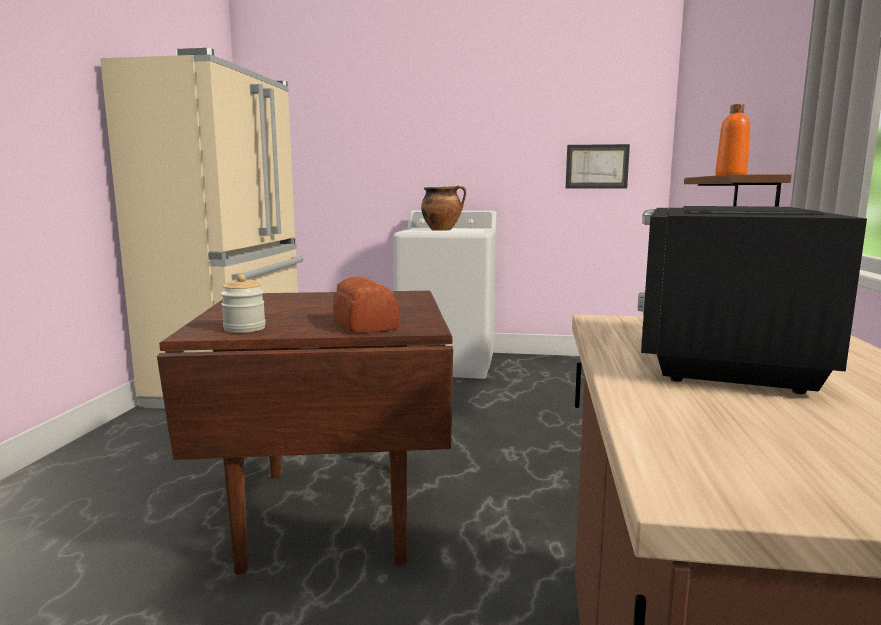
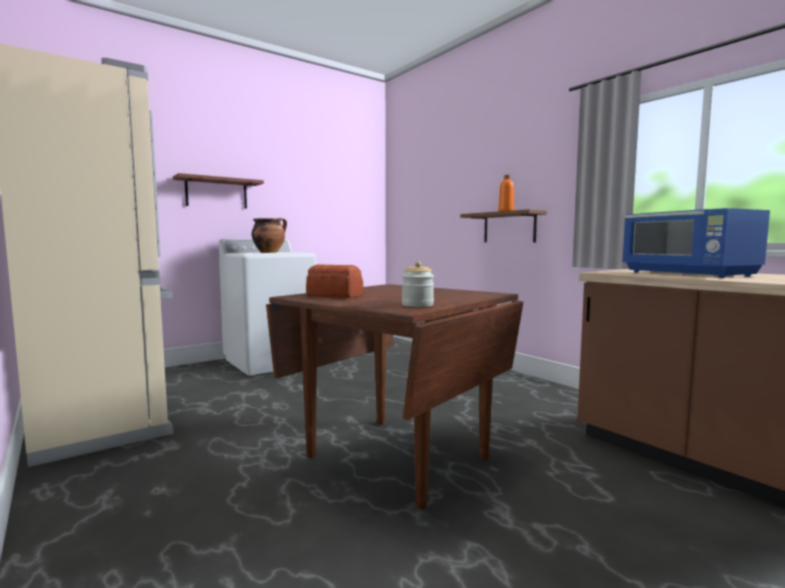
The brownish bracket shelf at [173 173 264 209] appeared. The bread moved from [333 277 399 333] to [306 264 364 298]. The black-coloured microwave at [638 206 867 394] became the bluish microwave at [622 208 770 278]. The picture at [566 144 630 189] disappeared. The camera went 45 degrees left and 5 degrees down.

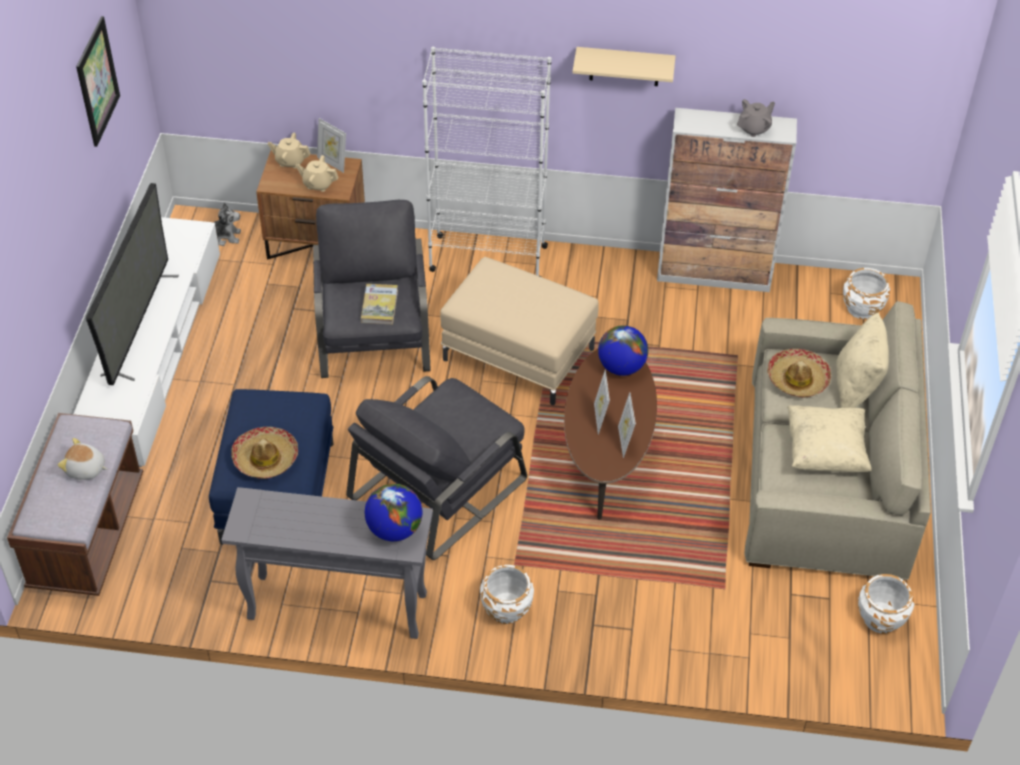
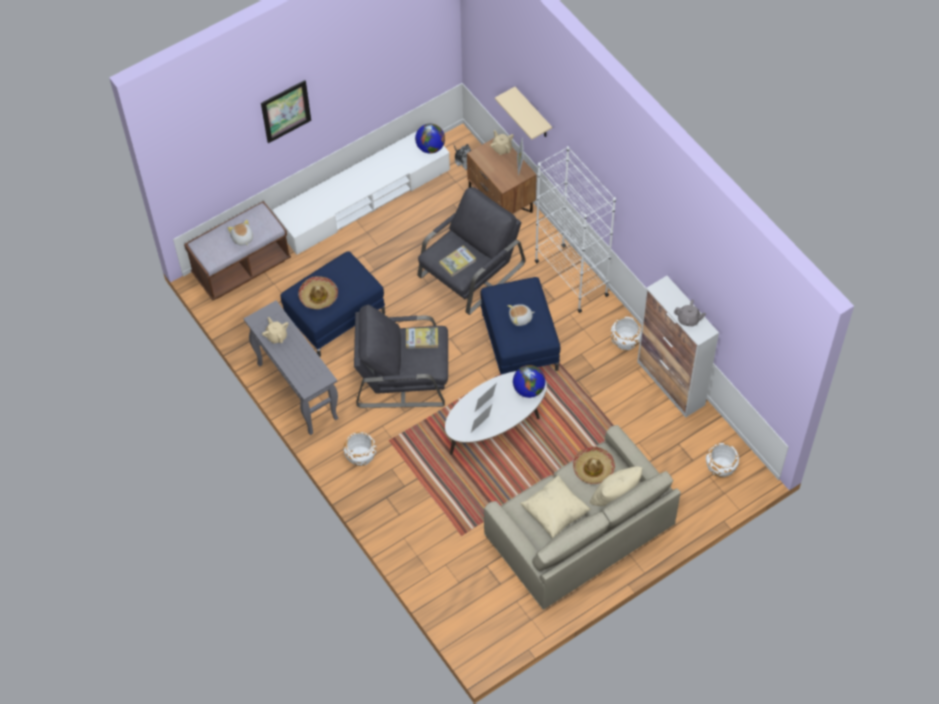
The picture moved from [76 16 120 147] to [261 80 311 143]. The beige tea pot moved from [295 155 338 192] to [262 317 289 344]. The book at [406 328 438 349] appeared. The desk globe moved from [365 484 422 541] to [415 124 445 154]. The brownish coffee table at [564 349 657 520] became the white coffee table at [445 371 547 455]. The beige footrest at [440 257 598 405] became the bluish footrest at [481 277 560 375]. The beige bracket shelf moved from [572 47 676 86] to [495 87 552 140]. The soft toy at [507 304 535 326] appeared. The white flower pot moved from [858 574 915 633] to [611 317 641 351]. The TV at [86 183 179 385] disappeared. The camera went 50 degrees right and 10 degrees up.

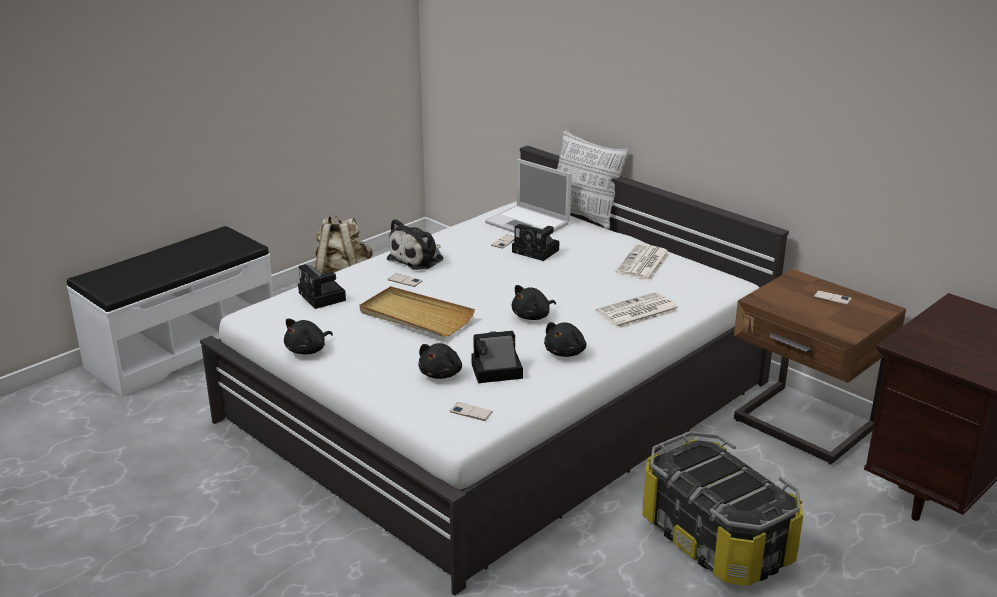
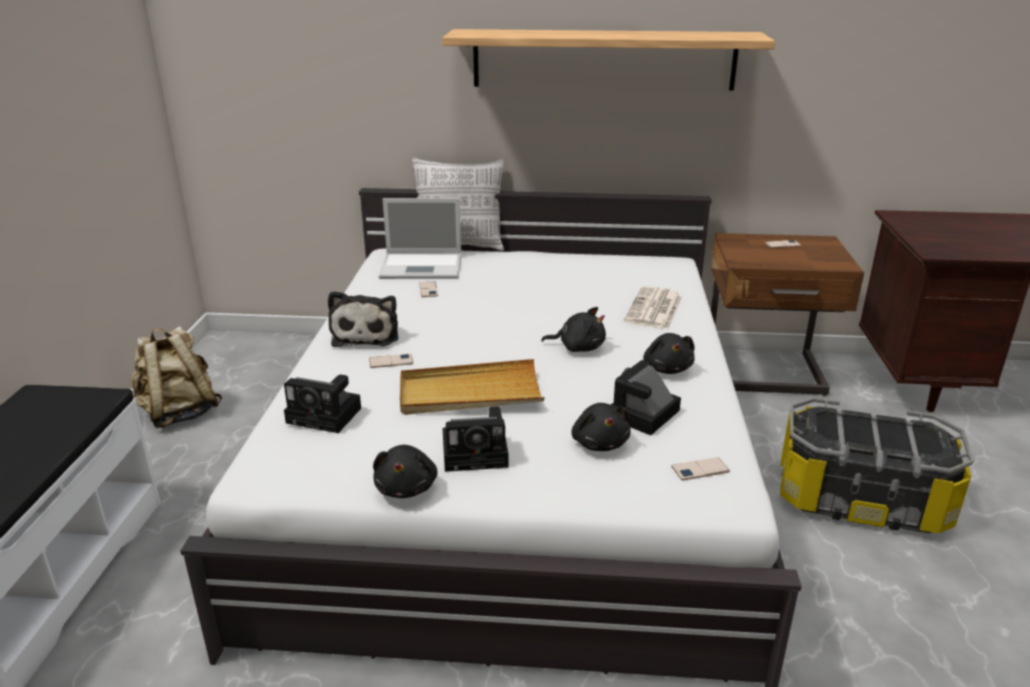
The bracket shelf at [442 29 775 91] appeared. The photo camera moved from [512 224 559 261] to [443 406 509 472]. The black-coloured soft toy at [512 285 556 320] turned 90 degrees counterclockwise. The newspaper at [615 244 671 281] disappeared. The camera went 40 degrees left and 0 degrees up.

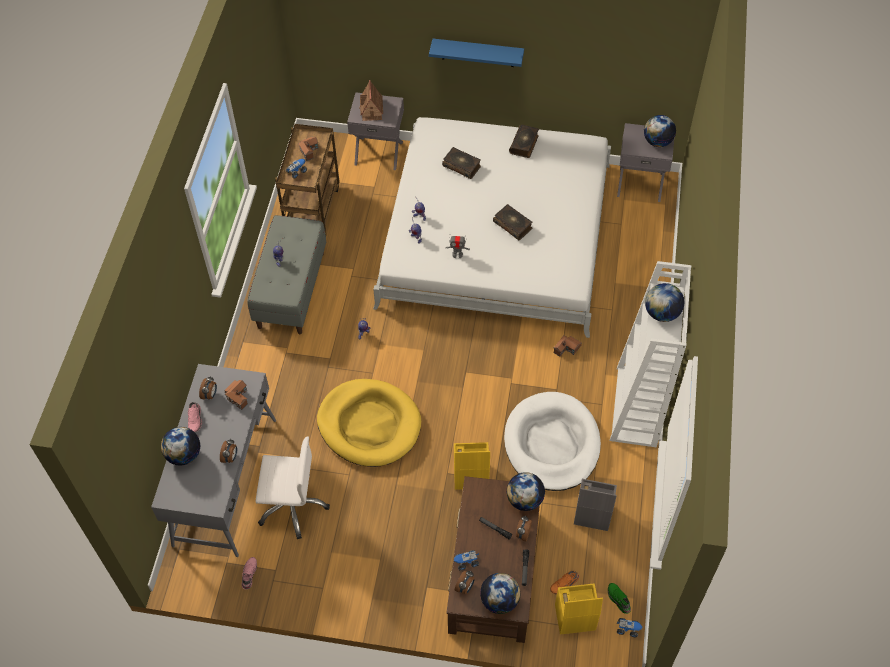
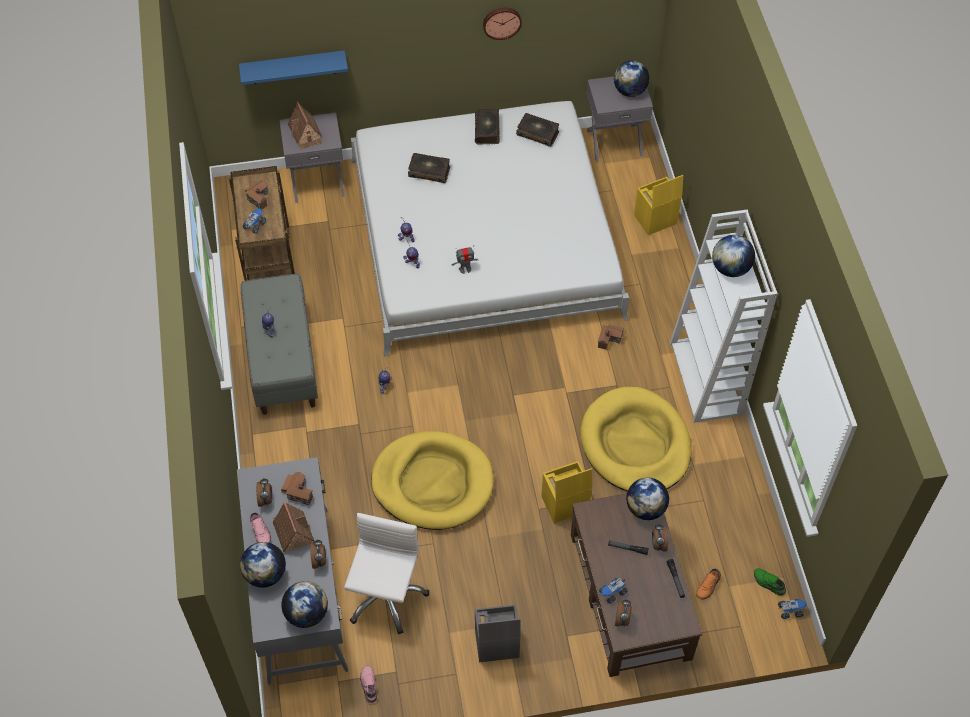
The bluish bracket shelf moved from [429 39 524 67] to [239 50 348 85]. The miniature house at [273 501 314 552] appeared. The desk globe moved from [480 573 521 614] to [281 581 328 628]. The white office chair at [255 436 330 539] turned 60 degrees counterclockwise. The greyish storage bin moved from [574 479 617 531] to [475 605 521 663]. The clock on the wall at [483 8 522 40] appeared. The book moved from [493 204 532 240] to [516 113 559 147]. The white dog cushion at [504 392 601 491] became the yellow-coloured dog cushion at [580 387 691 491]. The yellow-coloured storage bin moved from [555 583 603 635] to [634 175 683 235]. The camera went 20 degrees left and 0 degrees up.

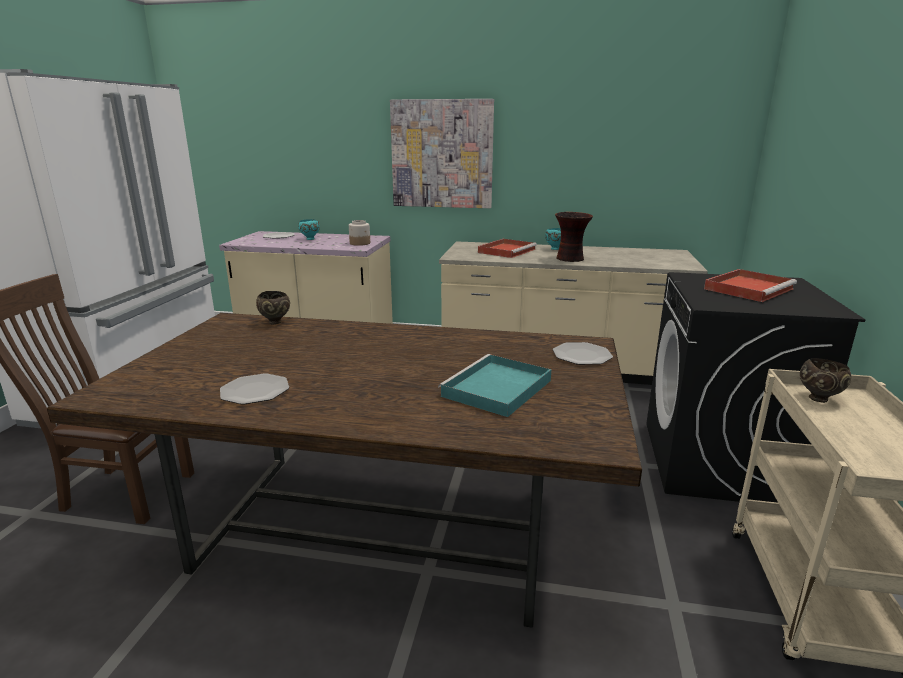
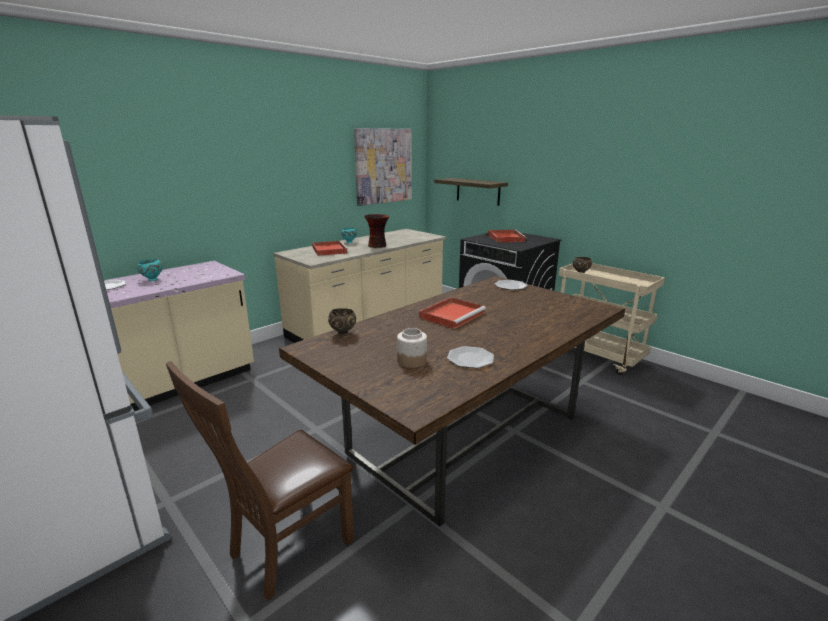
The picture moved from [390 99 494 208] to [354 128 412 206]. The jar moved from [349 220 370 246] to [397 328 427 368]. The red tray at [419 297 486 329] appeared. The bracket shelf at [434 178 508 205] appeared. The turquoise tray at [438 354 551 417] disappeared. The camera went 55 degrees left and 0 degrees up.

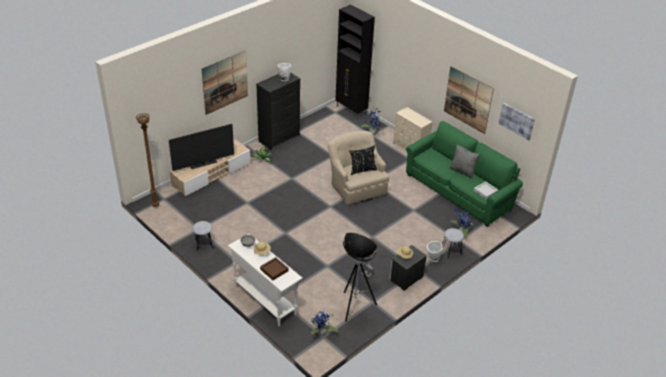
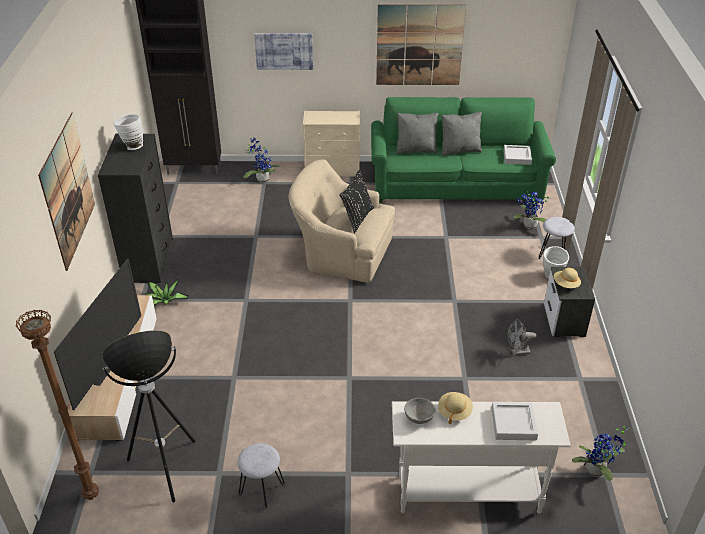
The floor lamp moved from [343 232 377 322] to [102 330 195 502]. The picture moved from [499 103 535 140] to [254 33 313 70]. The greyish pillow at [396 113 438 154] appeared. The brownish tray at [260 257 288 280] became the greyish tray at [491 402 538 440]. The camera went 45 degrees left and 0 degrees up.

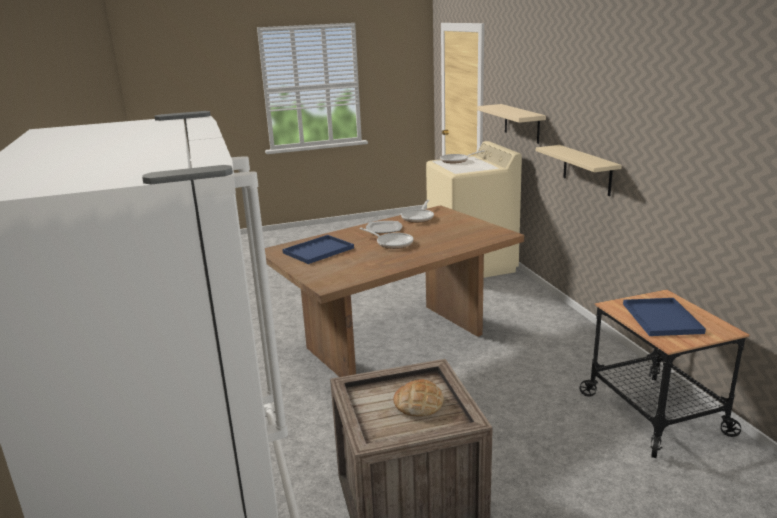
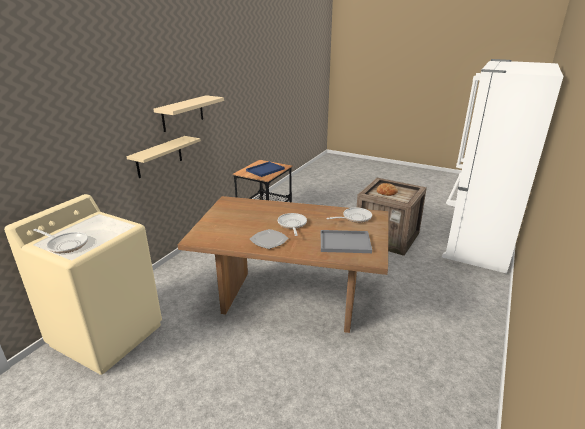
The beige bracket shelf moved from [477 104 546 144] to [153 95 224 132]. The bluish tray at [282 235 354 264] became the greyish tray at [321 230 372 253]. The skillet moved from [401 200 434 223] to [326 208 372 223]. The camera went 135 degrees left and 5 degrees up.

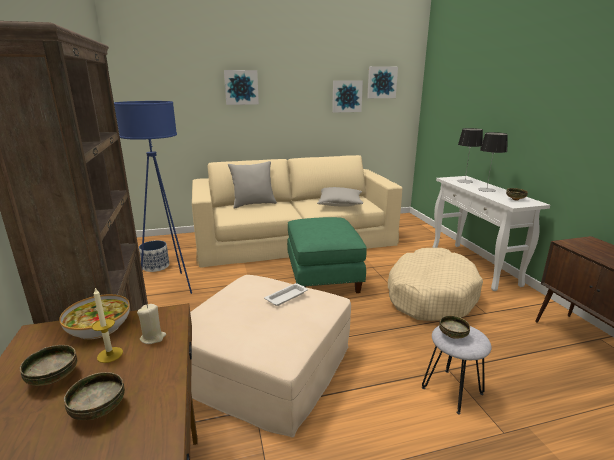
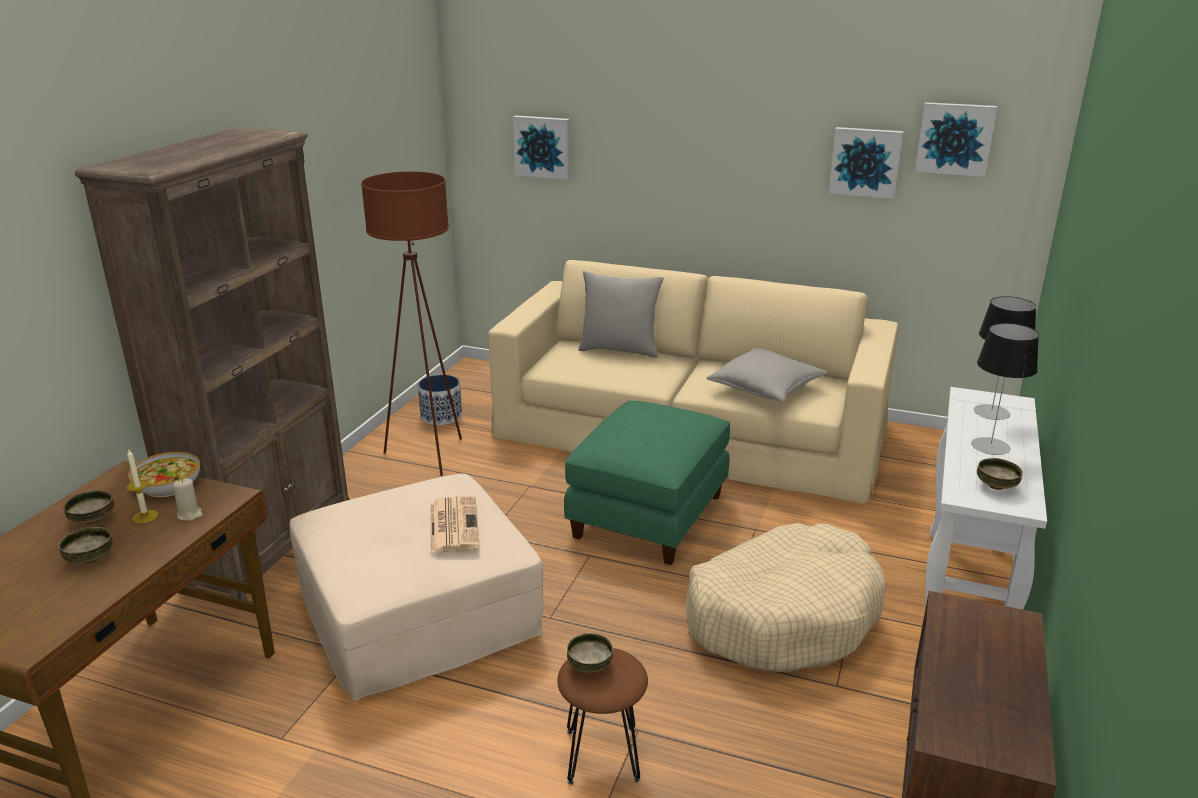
The bluish floor lamp at [114 101 192 294] became the brownish floor lamp at [361 172 462 476]. The white tray at [264 283 308 306] was replaced by the newspaper at [430 496 480 553]. The picture moved from [224 70 259 105] to [513 116 571 180]. The greyish stool at [422 326 492 414] became the brownish stool at [557 648 648 785]. The camera went 35 degrees right and 5 degrees up.

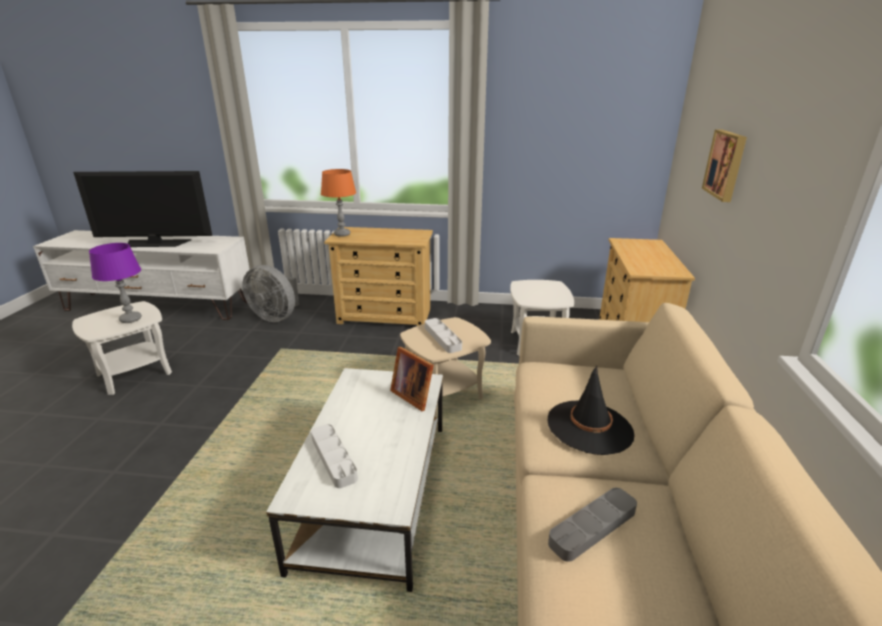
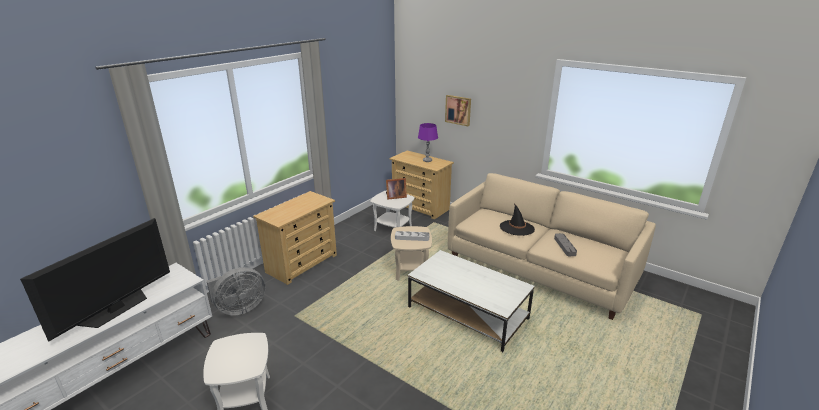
The picture frame moved from [390 347 434 411] to [386 178 407 200]. The purple-coloured table lamp moved from [89 243 142 323] to [418 123 438 162]. The greyish tray at [311 424 358 488] disappeared. The orangey table lamp at [321 169 356 237] disappeared. The camera went 60 degrees left and 0 degrees up.

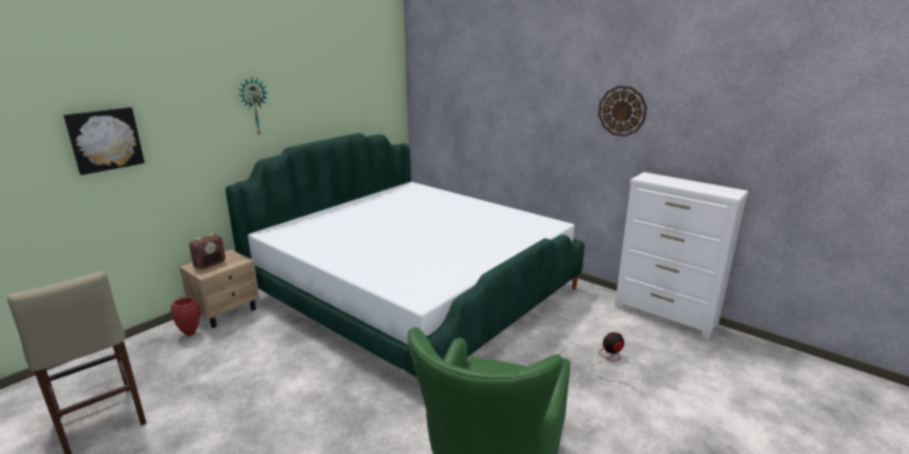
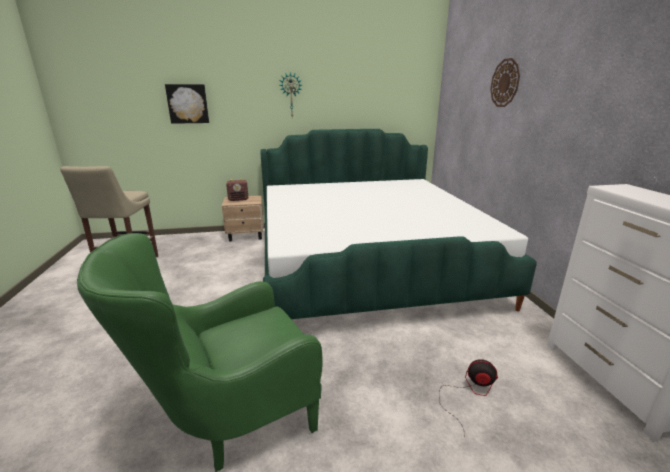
The clock on the wall moved from [598 86 647 137] to [490 58 520 107]. The red flower vase at [171 296 200 336] disappeared. The camera went 40 degrees right and 0 degrees up.

